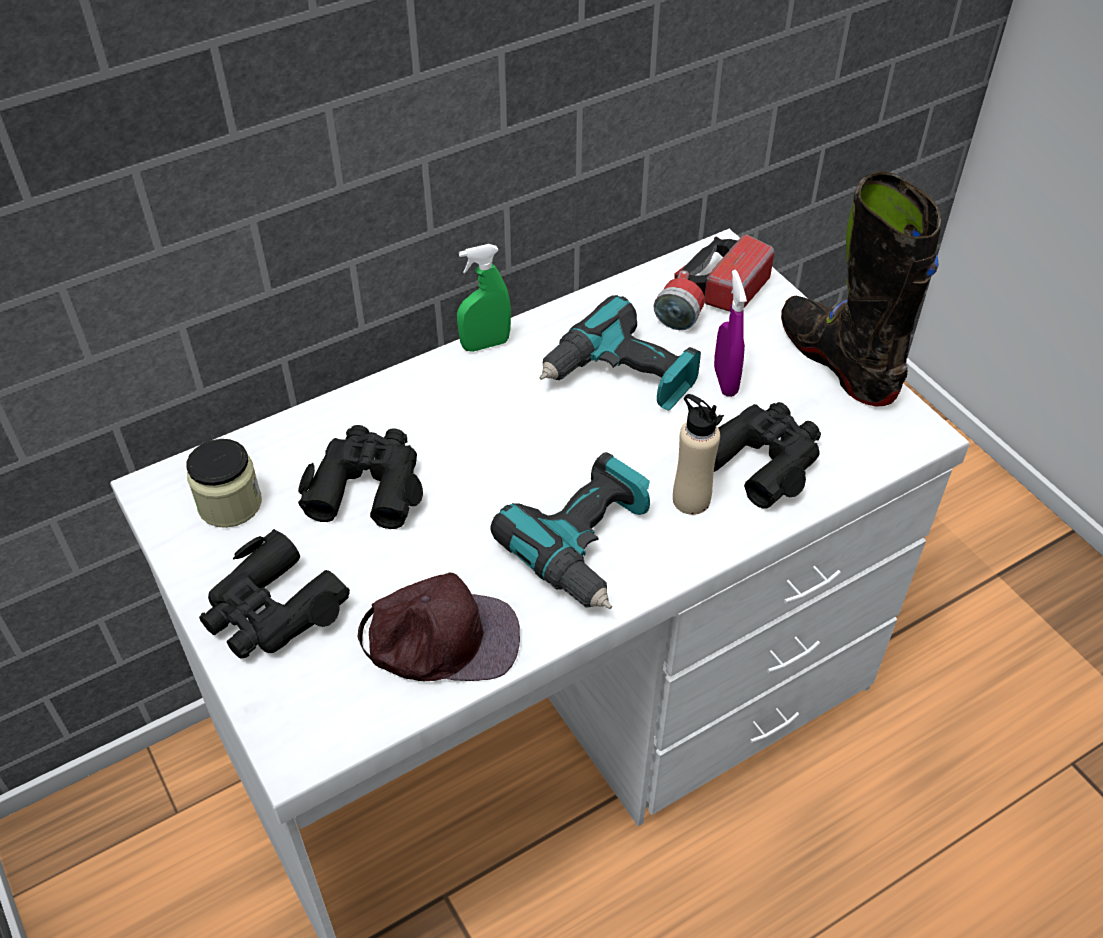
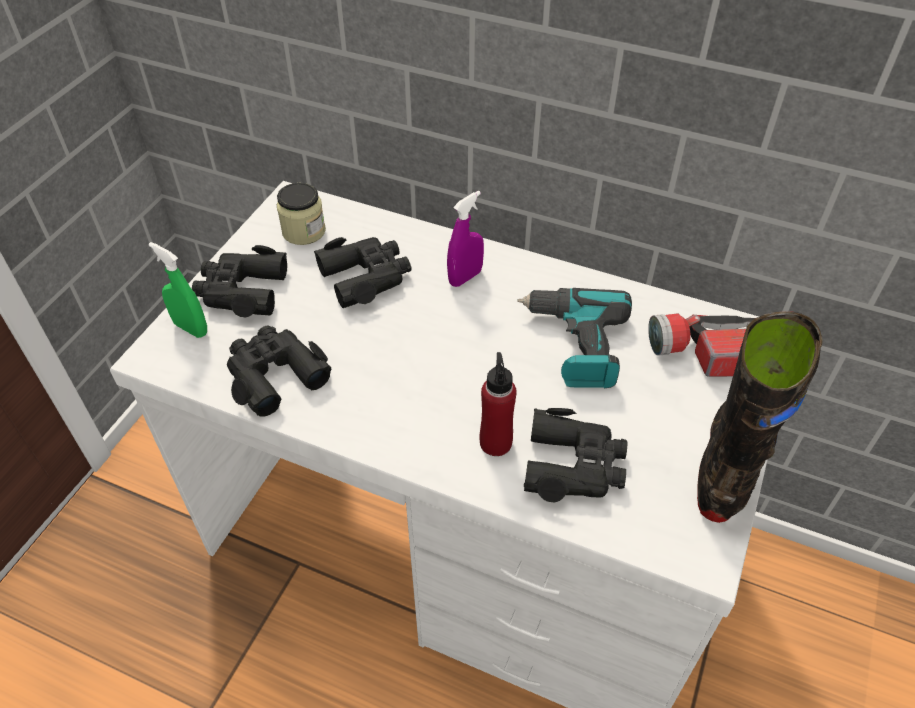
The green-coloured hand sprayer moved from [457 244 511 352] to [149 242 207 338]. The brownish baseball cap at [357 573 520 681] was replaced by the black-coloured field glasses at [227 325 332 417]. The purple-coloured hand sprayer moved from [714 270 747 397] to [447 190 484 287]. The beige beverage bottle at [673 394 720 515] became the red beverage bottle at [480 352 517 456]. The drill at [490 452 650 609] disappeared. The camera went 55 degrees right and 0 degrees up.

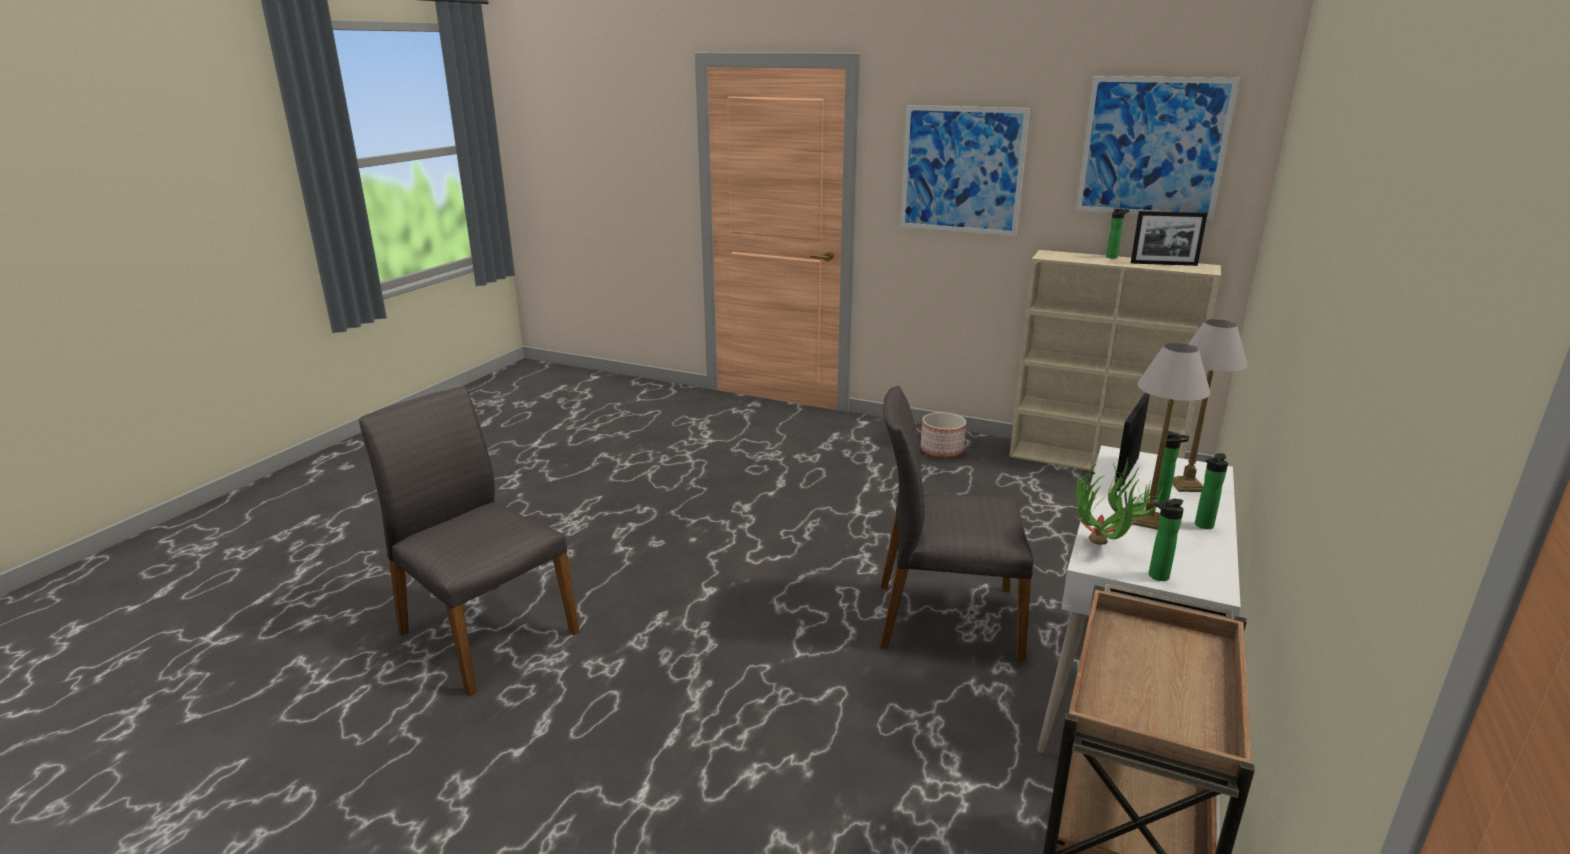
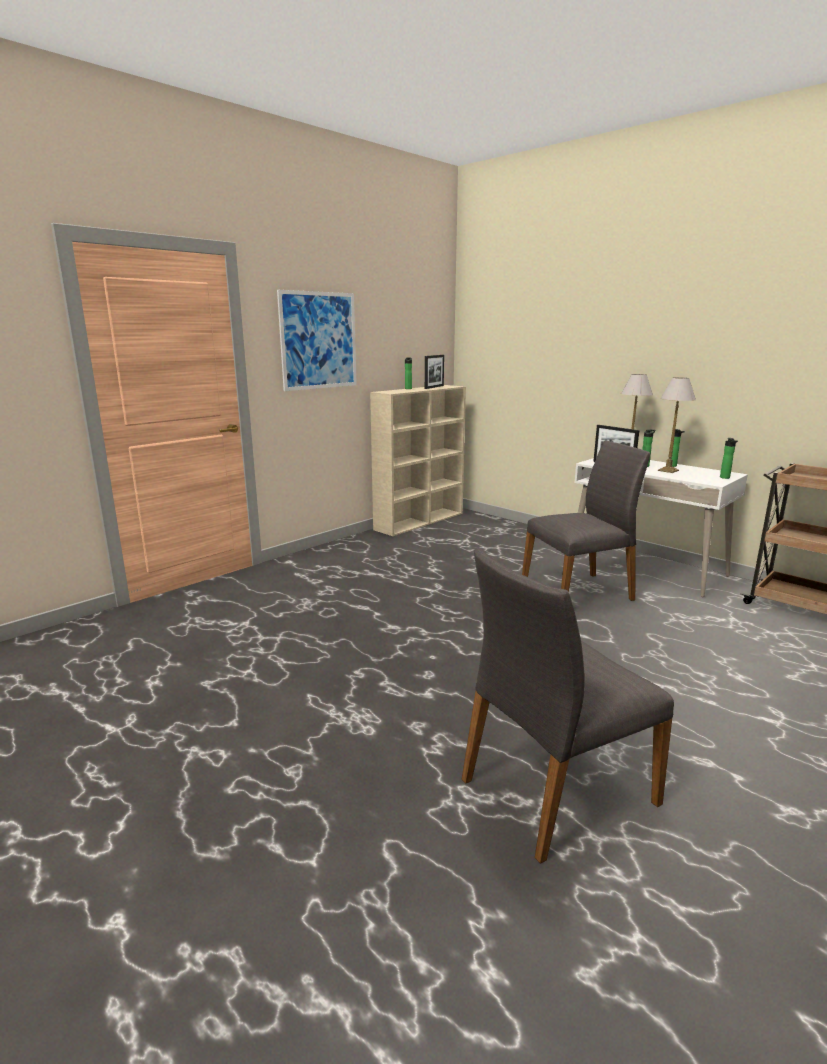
The greyish upright chair at [880 386 1033 662] turned 135 degrees counterclockwise. The flower pot at [921 412 966 458] disappeared. The picture at [1076 76 1240 220] disappeared. The potted plant at [1076 458 1164 545] disappeared. The camera went 70 degrees left and 5 degrees down.

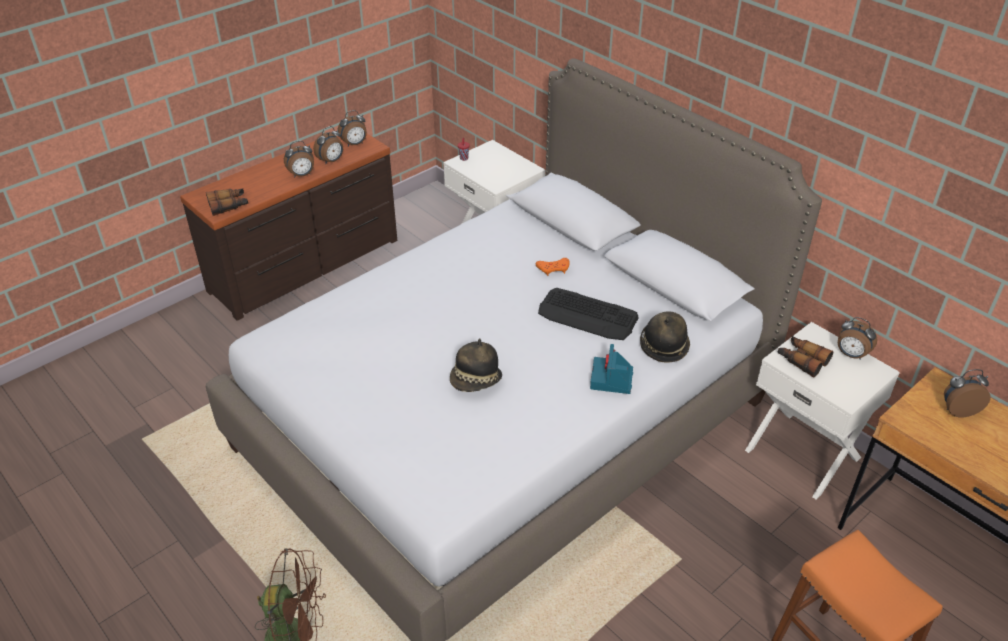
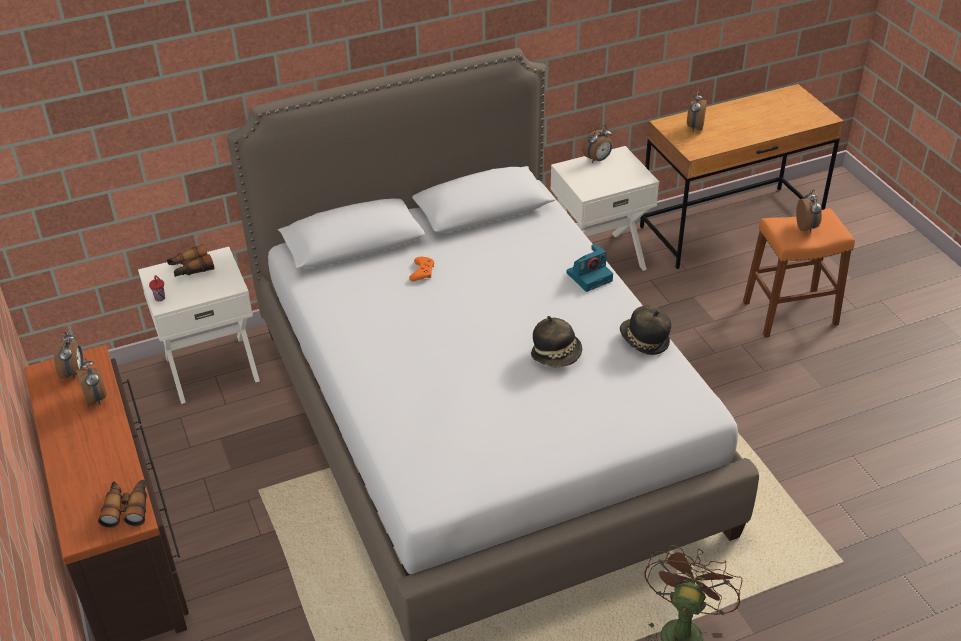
The field glasses moved from [777 336 834 378] to [167 244 214 277]. The photo camera at [590 344 633 394] turned 60 degrees counterclockwise. The wearable hat moved from [640 311 690 363] to [620 305 671 355]. The bedside clock moved from [284 141 314 178] to [796 190 822 233]. The computer keyboard at [538 288 639 340] disappeared. The camera went 70 degrees left and 0 degrees up.

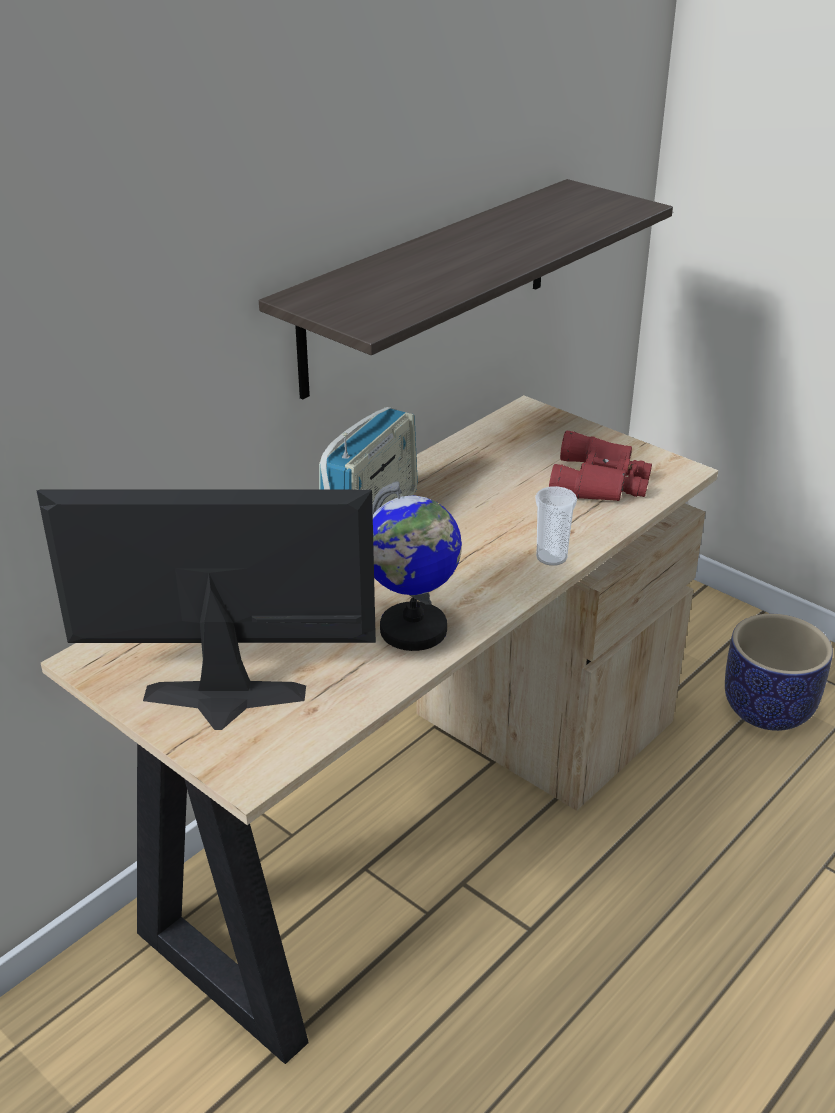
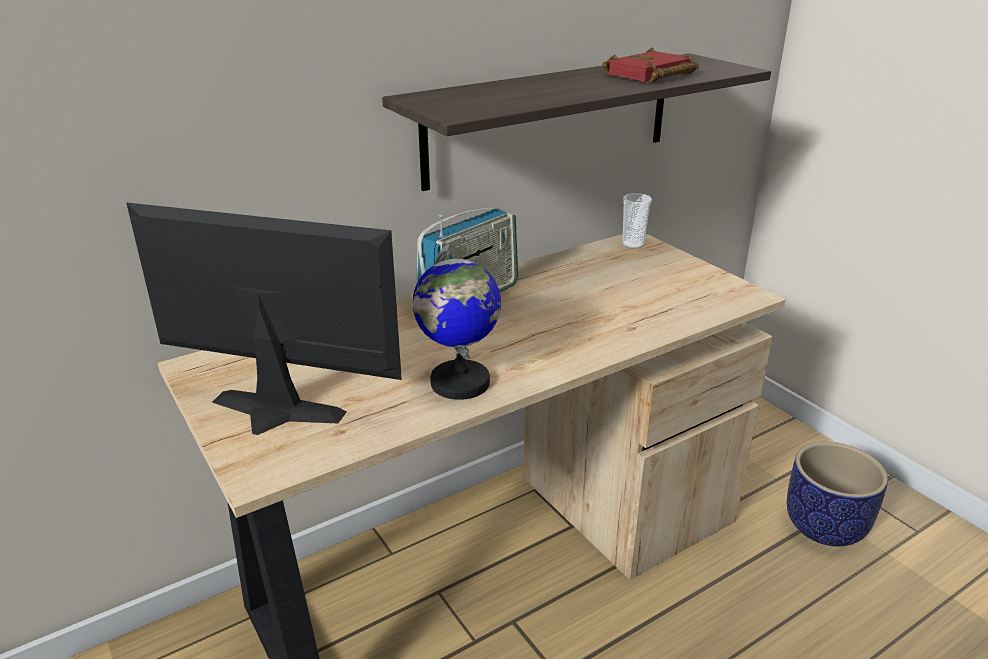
The red book at [602 48 699 83] appeared. The small cup moved from [535 486 577 566] to [622 193 652 249]. The red field glasses at [549 430 652 501] disappeared. The camera went 15 degrees right and 5 degrees down.

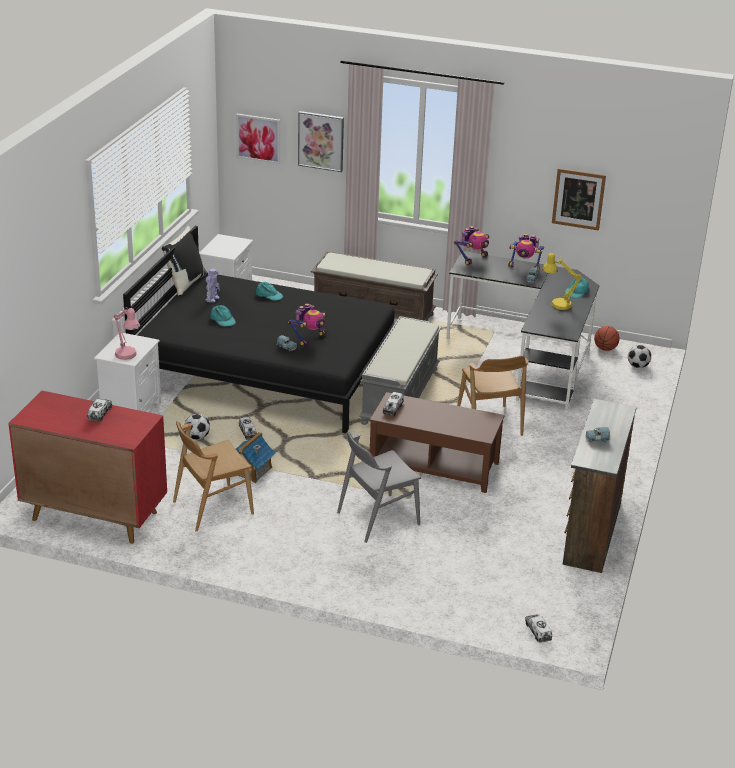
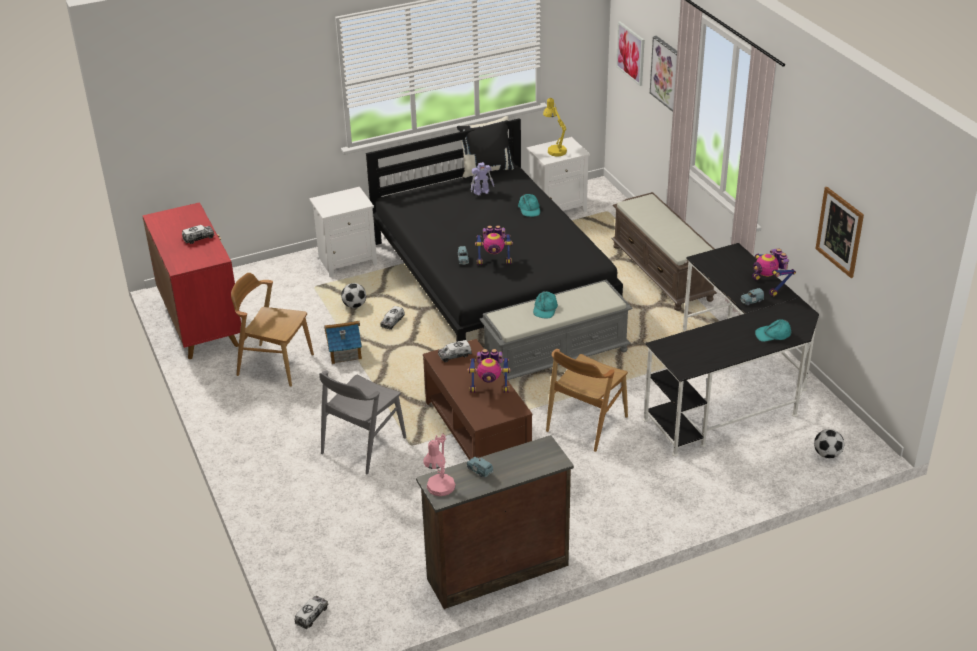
The greyish upright chair at [337 432 421 543] turned 75 degrees counterclockwise. The pink-coloured table lamp moved from [114 308 140 360] to [423 433 455 496]. The robot figure moved from [454 226 489 265] to [468 349 510 393]. The turquoise baseball cap moved from [210 305 236 326] to [533 291 558 319]. The yellow-coloured table lamp moved from [542 253 582 310] to [543 98 567 156]. The ball for basketball at [594 326 620 351] disappeared. The camera went 50 degrees right and 5 degrees up.

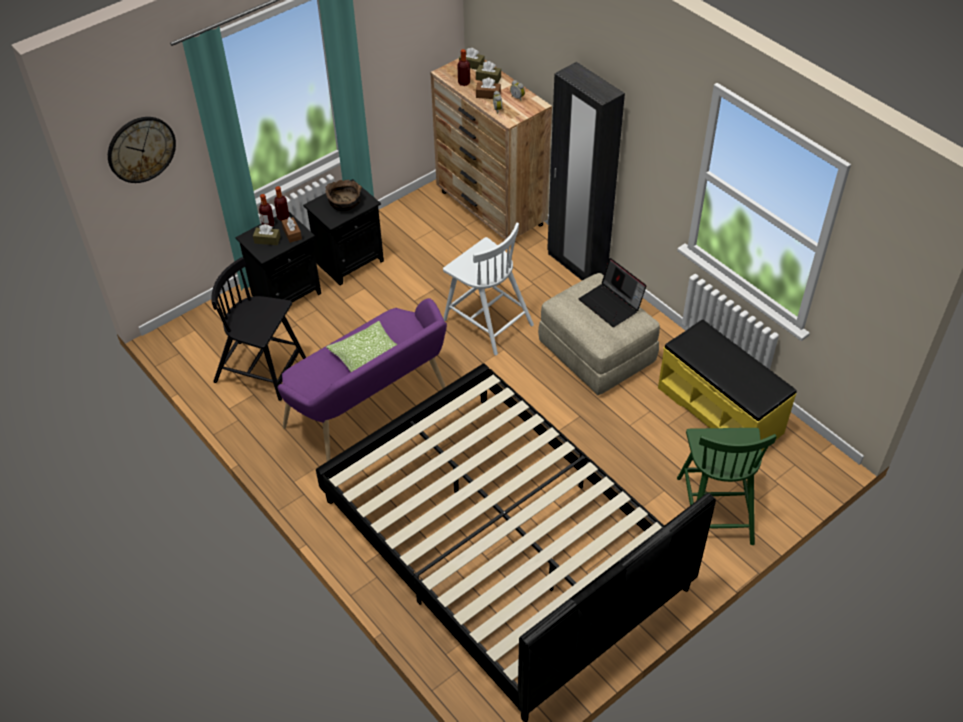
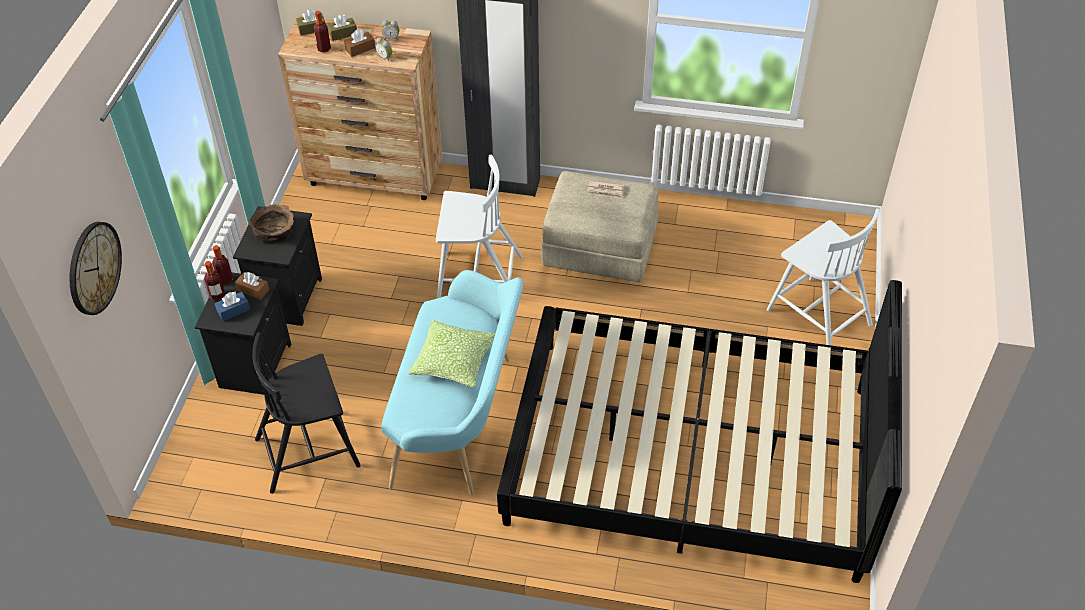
The brownish tissue box at [253 224 281 245] became the bluish tissue box at [215 291 250 321]. The purple-coloured long seat at [278 298 447 461] became the turquoise long seat at [381 270 523 495]. The laptop at [579 258 647 327] was replaced by the newspaper at [587 180 624 198]. The green-coloured upright chair at [677 428 777 545] became the white upright chair at [767 208 880 346]. The yellow-coloured long seat at [658 319 797 450] disappeared. The camera went 40 degrees left and 0 degrees up.

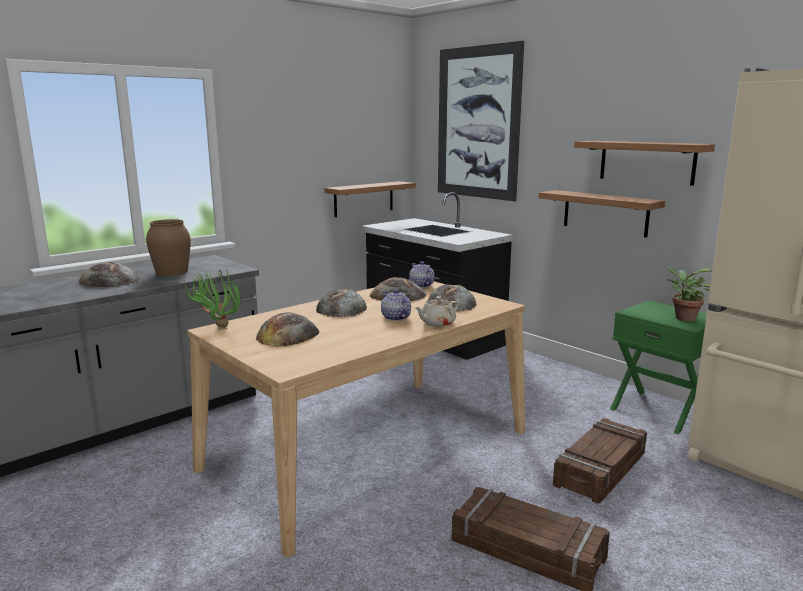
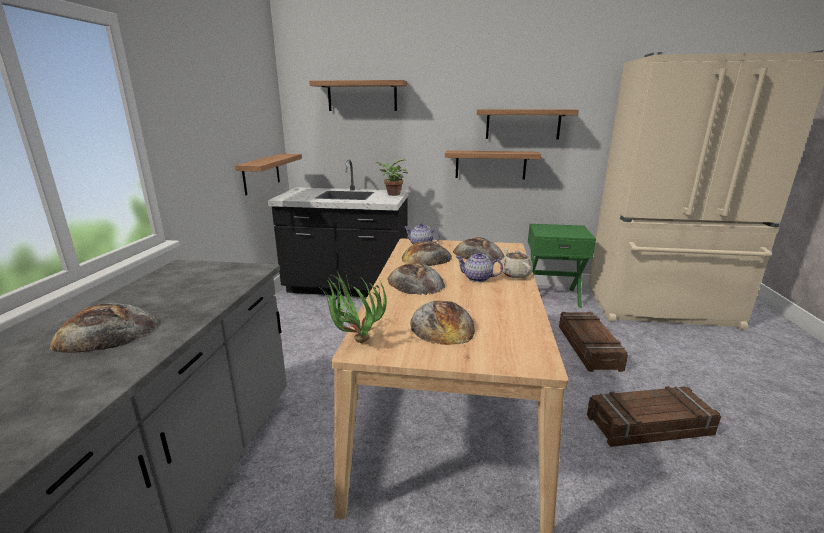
The picture at [438 41 524 201] was replaced by the bracket shelf at [309 80 407 111]. The potted plant moved from [667 267 712 322] to [377 159 408 196]. The beige tea pot at [415 296 459 327] turned 150 degrees clockwise. The brownish flower vase at [146 219 191 276] disappeared. The camera went 40 degrees left and 5 degrees up.

